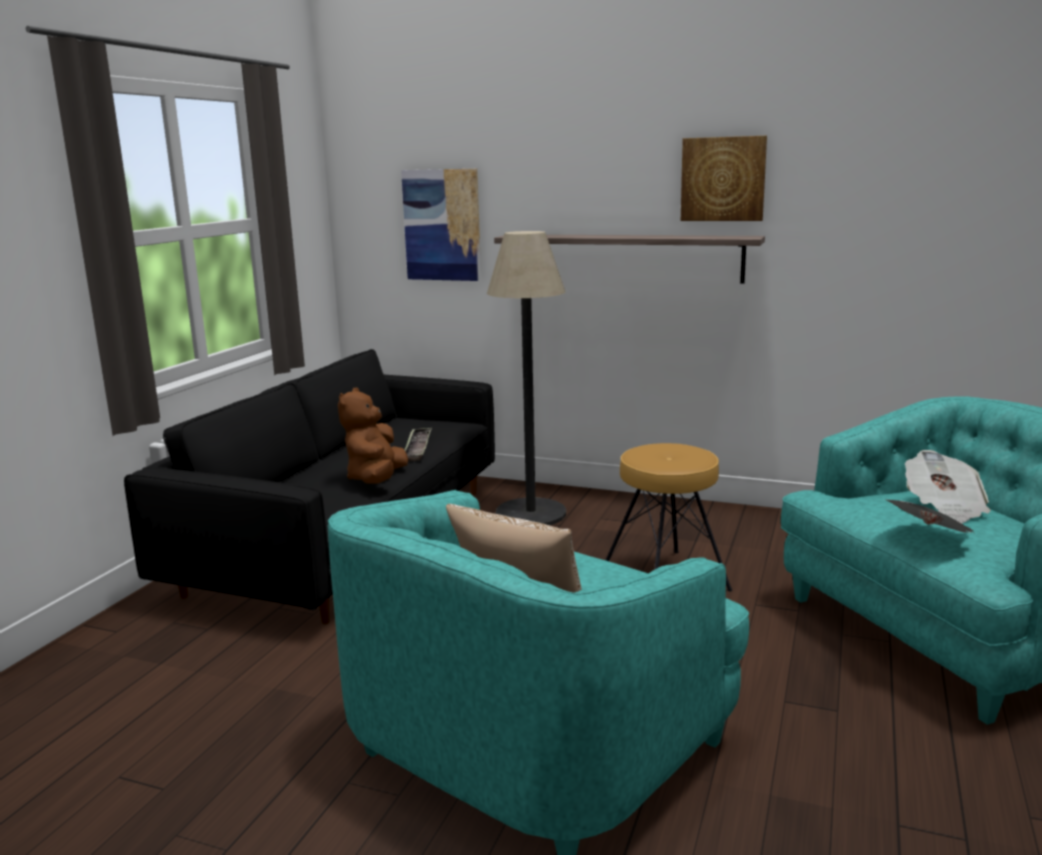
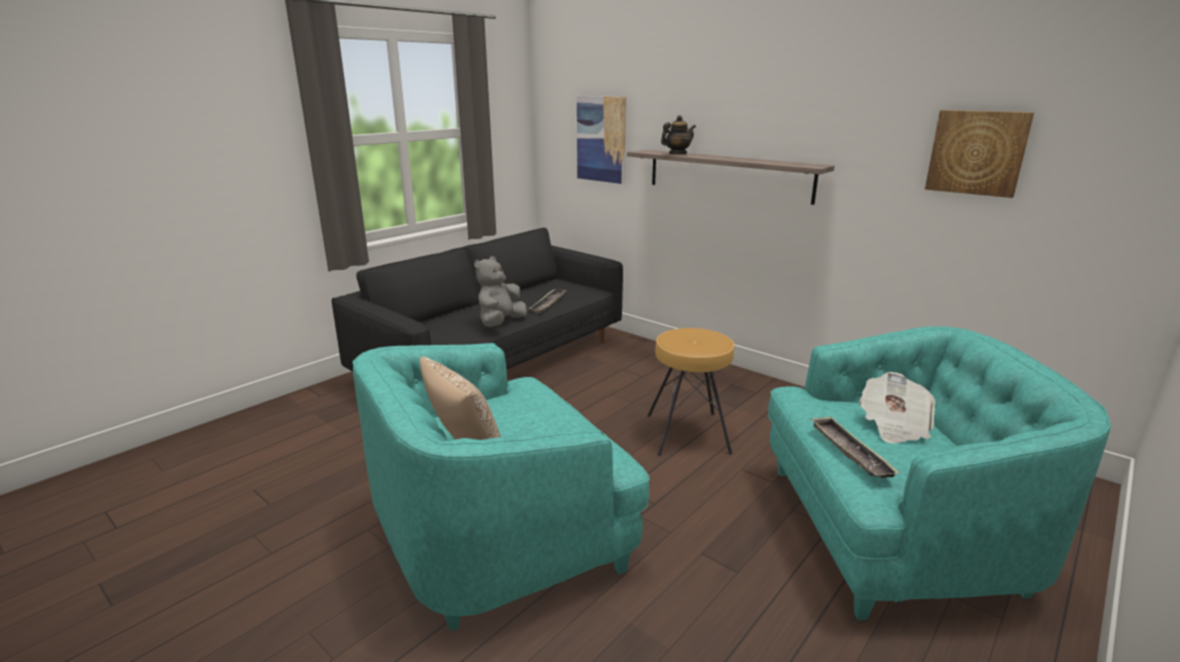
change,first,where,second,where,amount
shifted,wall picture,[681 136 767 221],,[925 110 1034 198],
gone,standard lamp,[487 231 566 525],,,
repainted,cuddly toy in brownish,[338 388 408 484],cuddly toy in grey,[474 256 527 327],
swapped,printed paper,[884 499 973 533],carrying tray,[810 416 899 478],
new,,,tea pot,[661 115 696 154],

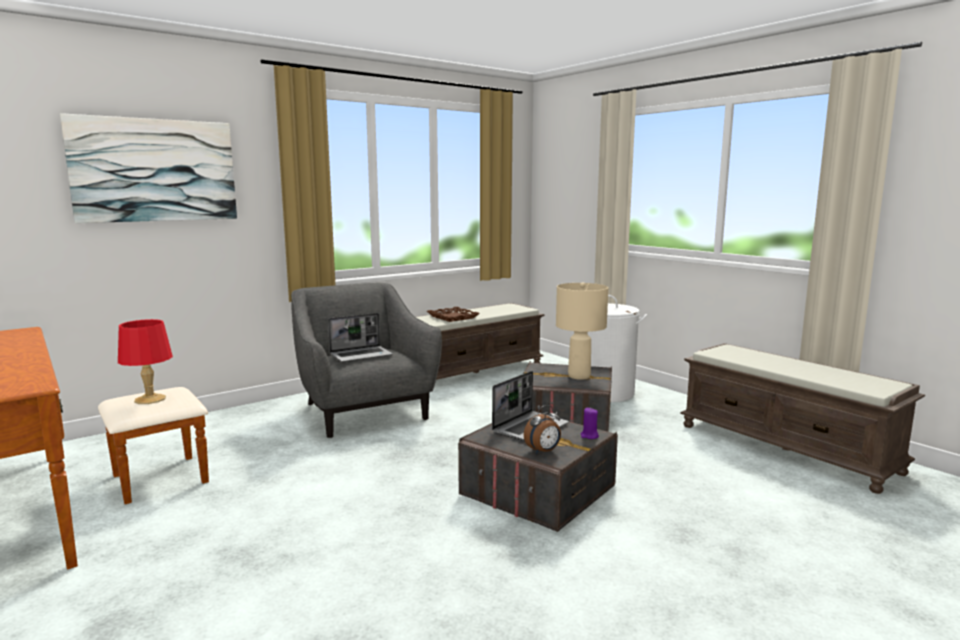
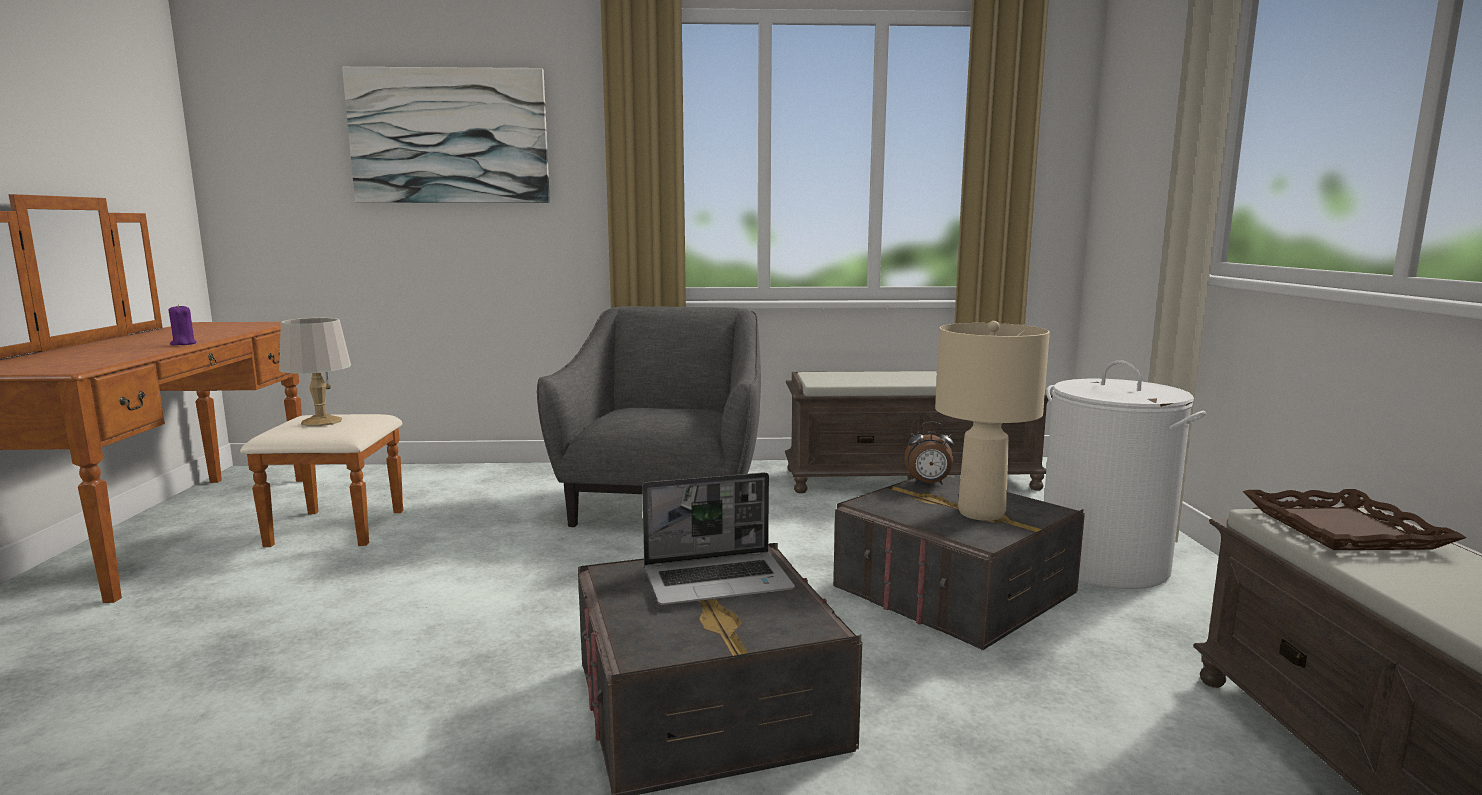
change,first,where,second,where,amount
shifted,carrying tray in brownish,[427 307 480 322],,[1242 489 1466 550],
gone,laptop,[328 313 393 362],,,
repainted,tabletop lamp in red,[118 319 173 404],tabletop lamp in grey,[279 318 351 426],
shifted,bedside clock,[524 405 561 454],,[904 422 954 485],
shifted,wax light in purplish,[581 408 599 439],,[168 304 197 345],

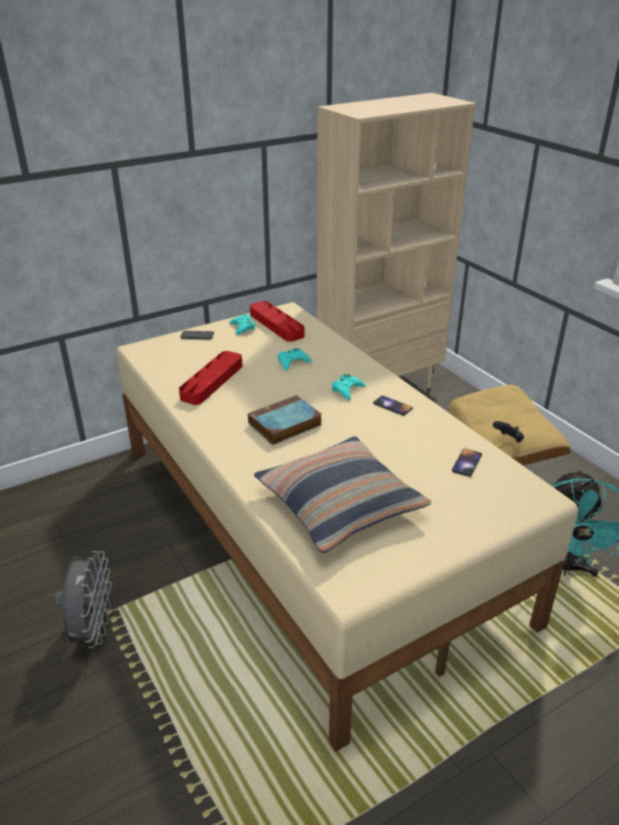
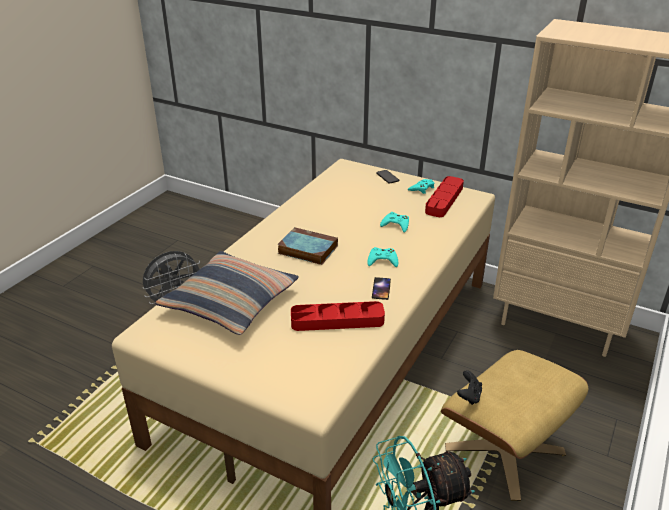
change,first,where,second,where,amount
shifted,carrying tray in red,[179 351 242 405],,[291 301 385 331],
gone,handset,[452 448 482 477],,,

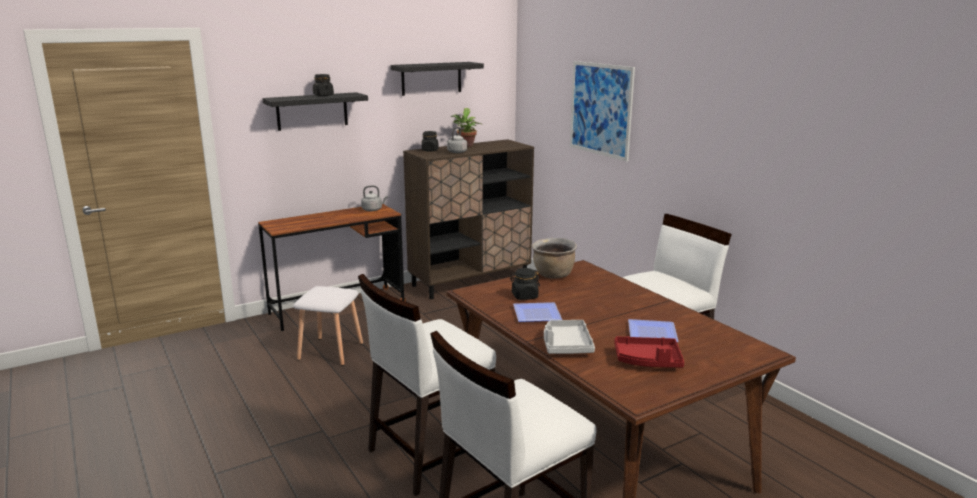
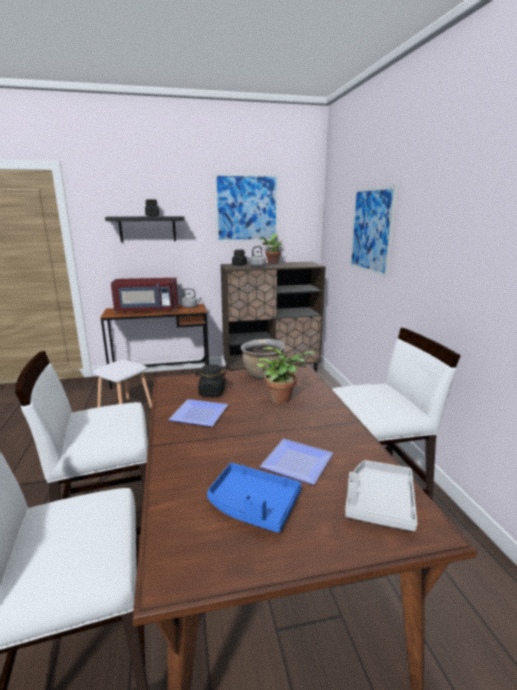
change,first,where,second,where,amount
swapped,shelf in black,[391 62 484 96],wall picture,[214 173 279 242],
shifted,carrying tray in grey,[544 320 595 354],,[345 460 417 531],
repainted,carrying tray in red,[614 336 684 368],carrying tray in blue-coloured,[207 463 301 533],
new,,,microwave oven in red,[111 278 178 313],
new,,,houseplant,[256 347 315 404],

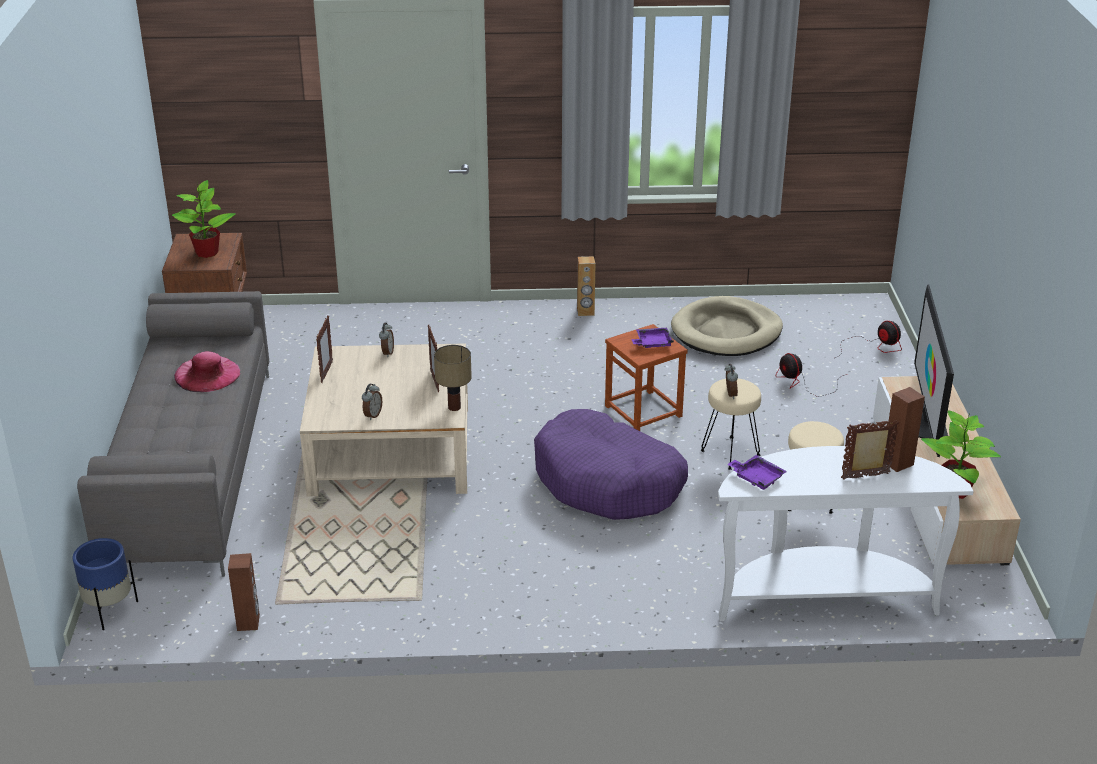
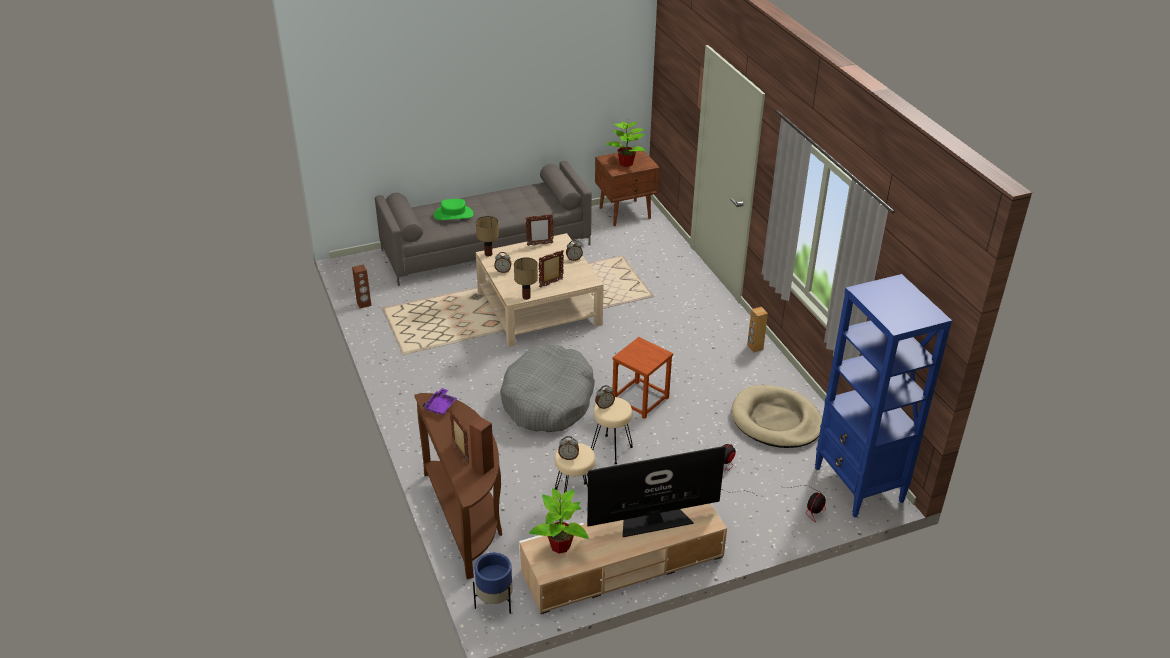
change,first,where,second,where,amount
gone,carrying tray in purplish,[631 328 674 348],,,
gone,wearable hat in pinkish,[174 351 240 392],,,
repainted,dog bed in purplish,[534 409 688 520],dog bed in grey,[500 345 595 432],
repainted,narrow table in white,[718 446 974 621],narrow table in brownish,[414 393 502 579],
shifted,flower pot in blue-coloured,[72 538 138 630],,[473 553 513 614],
new,,,wearable hat in green,[434 199 474 220],
new,,,tabletop lamp,[476 216 499 257],
new,,,bookcase in blue-coloured,[815 274 952 518],
new,,,bedside clock,[558 436 579 460],

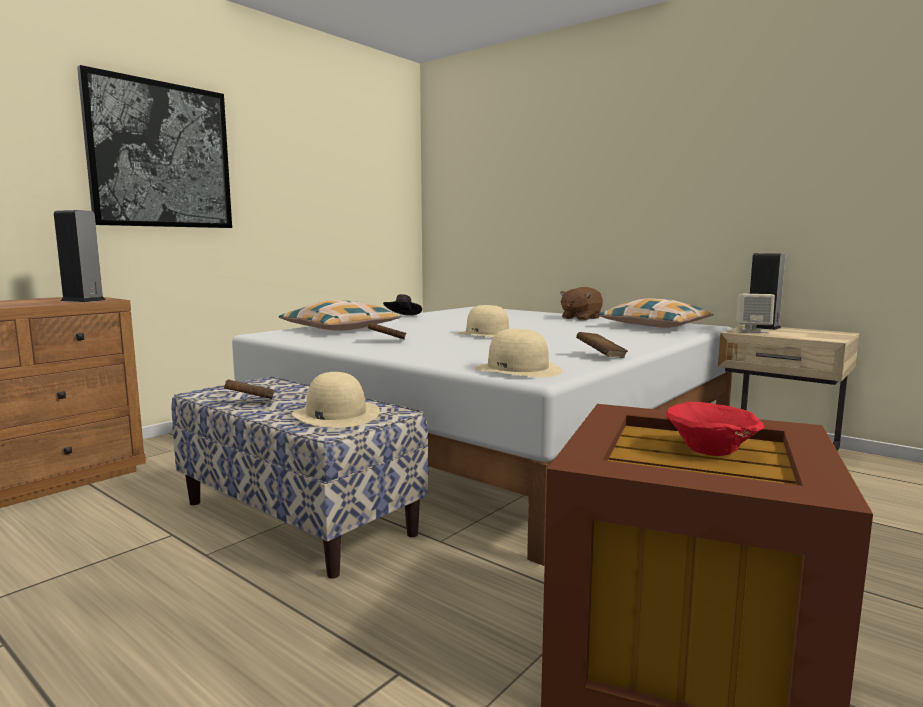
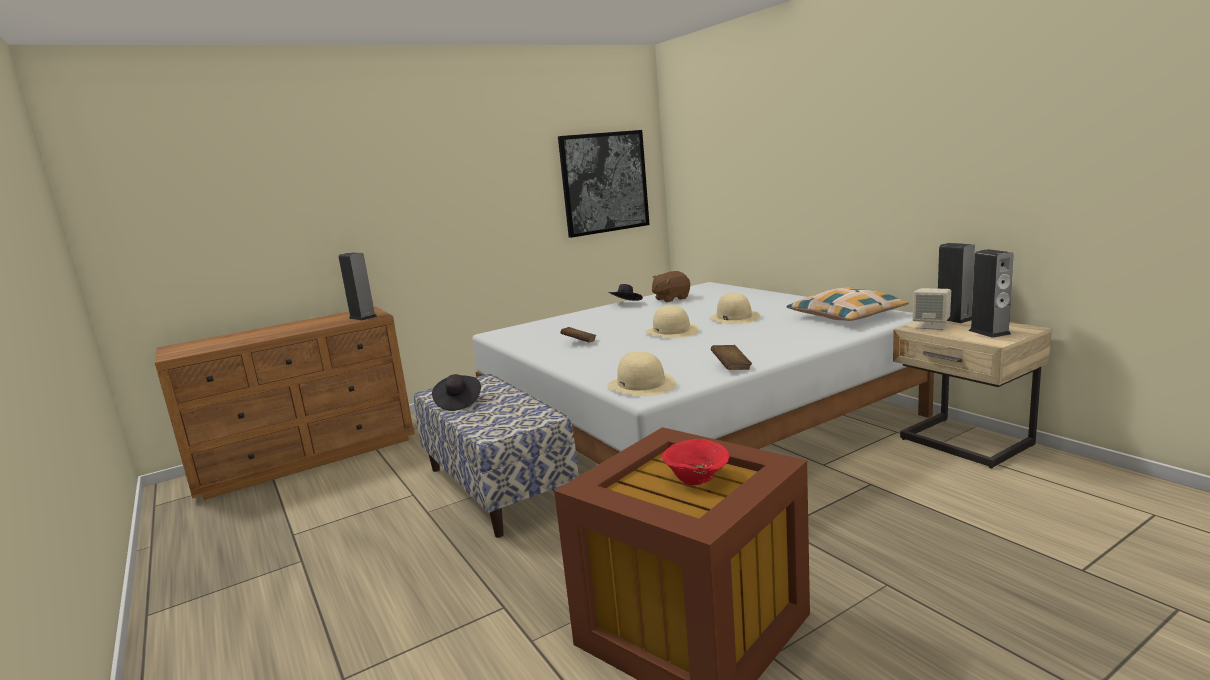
change,first,where,second,where,amount
shifted,wall picture,[77 65 232 228],,[558 130 650 238],
shifted,cuddly toy in brownish,[560 287 603 321],,[652 271 690 302],
gone,pillow,[279 300 400 331],,,
shifted,wearable hat in beige-coloured,[292 372 380 428],,[709 293 760 324],
swapped,book in brownish,[224 380 274 399],wearable hat in black,[432 374 481 411],
new,,,speaker,[968 249 1013 338],

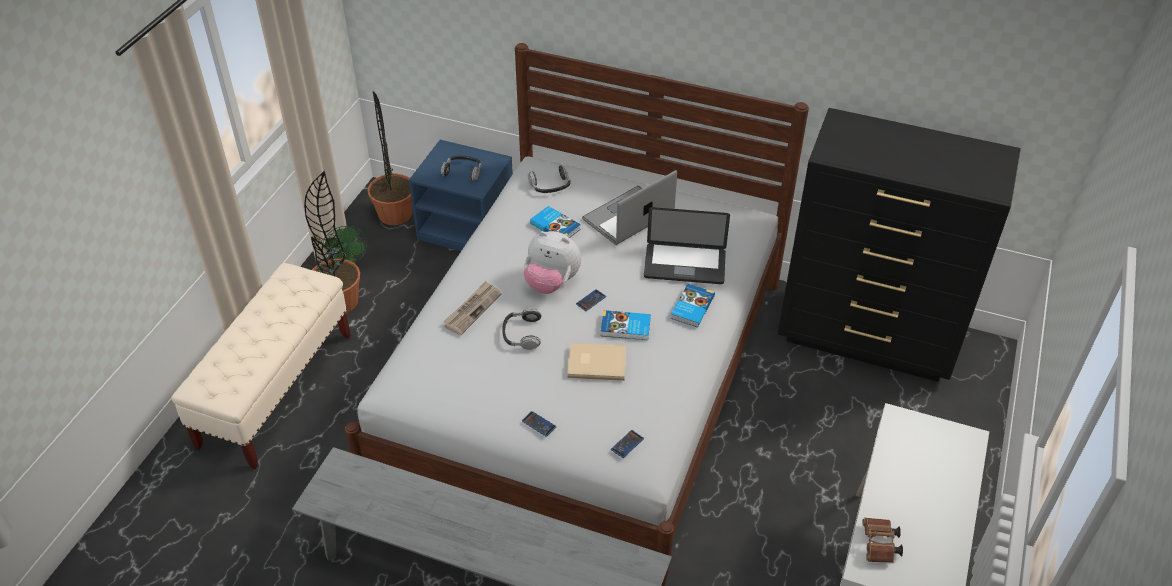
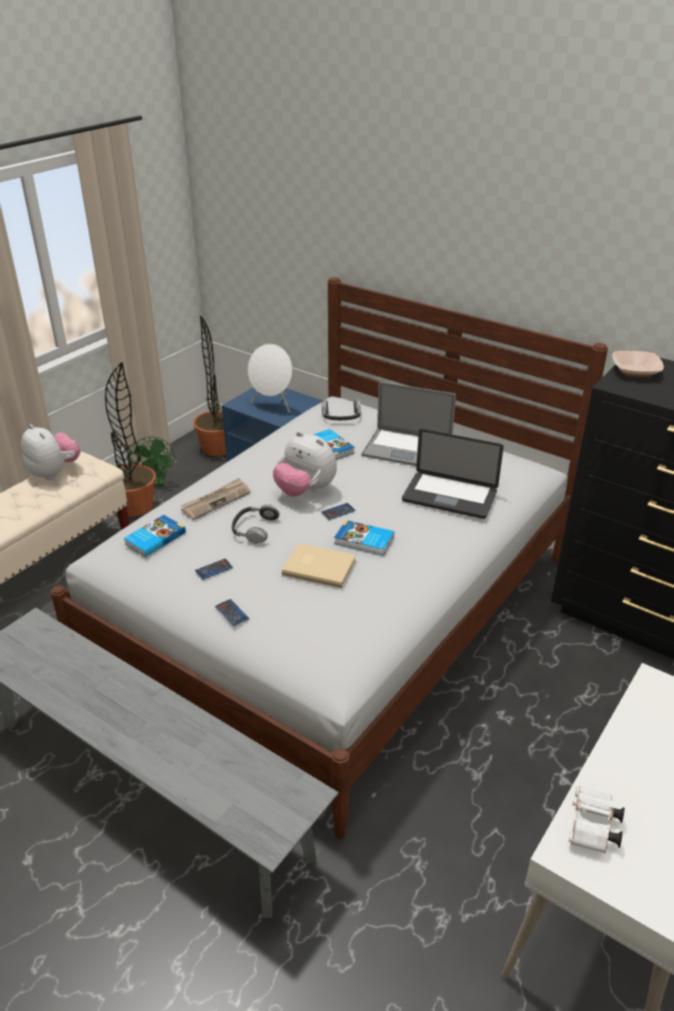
change,first,where,second,where,amount
swapped,pair of headphones,[441 156 482 181],speaker in white,[248 344 292 413],
rotated,laptop,[582 170 677 245],,[362 382 456 466],135 degrees counterclockwise
shifted,book,[670 284 715 327],,[124 515 186 557],
shifted,handset,[611 430 644 458],,[195 559 233 580],
repainted,binoculars in brownish,[863 518 903 563],binoculars in white,[569 786 625 853],
new,,,deep dish,[612 351 664 377],
new,,,cuddly toy,[21 424 80 480],

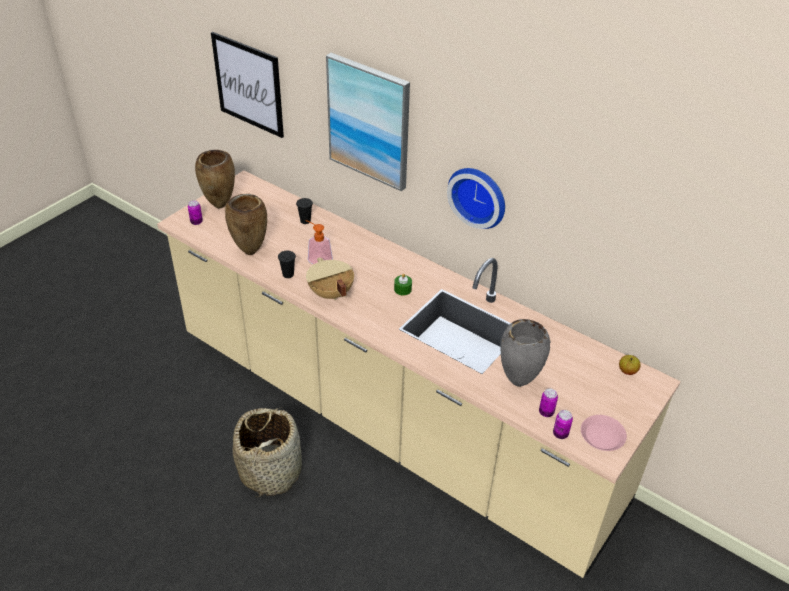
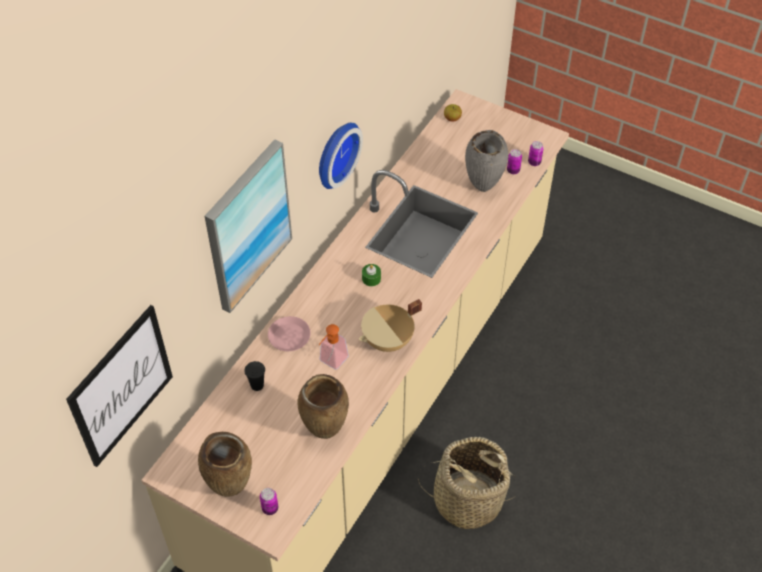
change,first,where,second,where,amount
gone,small cup in black,[278 251 296 278],,,
shifted,plate in pinkish,[581 415 627 451],,[268 316 311 351],

